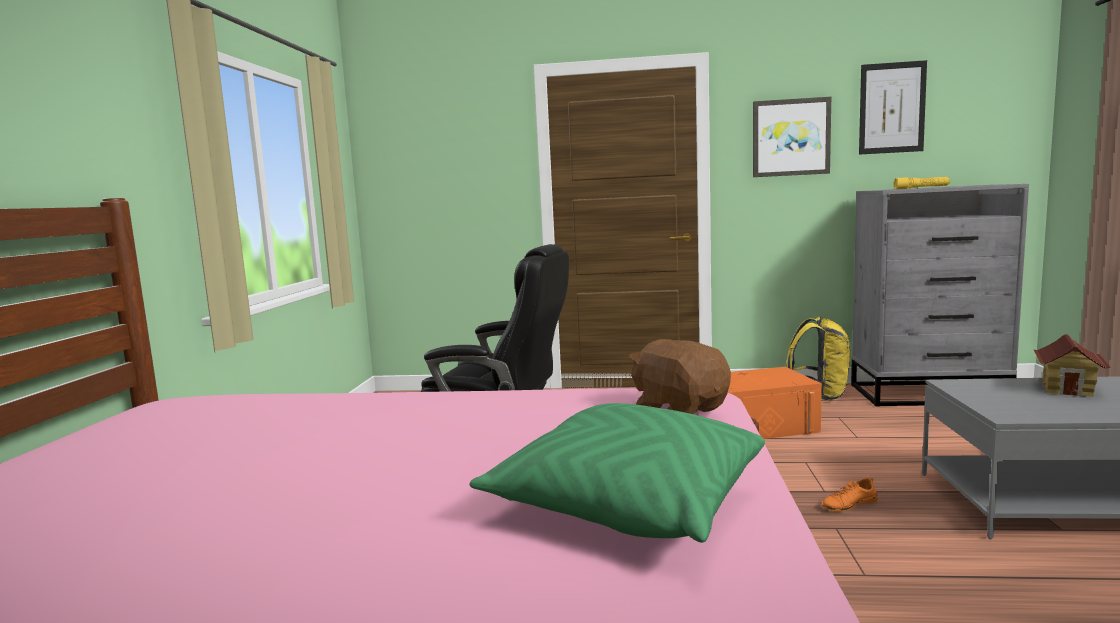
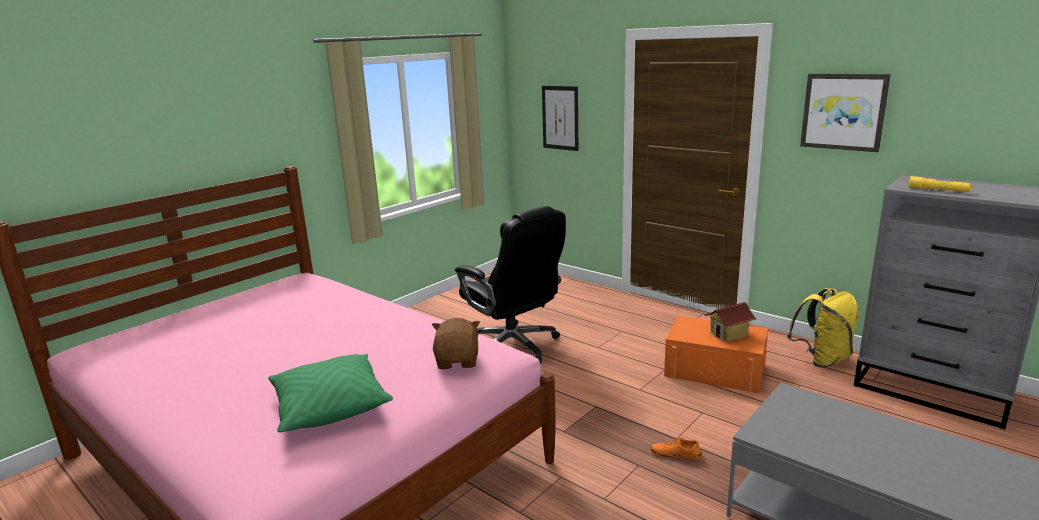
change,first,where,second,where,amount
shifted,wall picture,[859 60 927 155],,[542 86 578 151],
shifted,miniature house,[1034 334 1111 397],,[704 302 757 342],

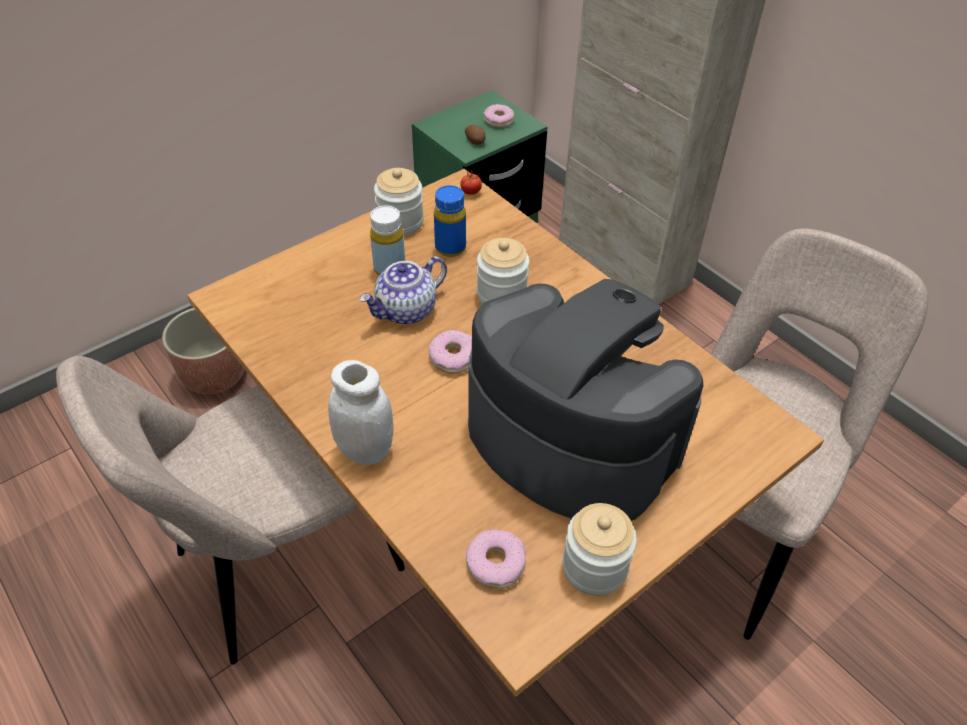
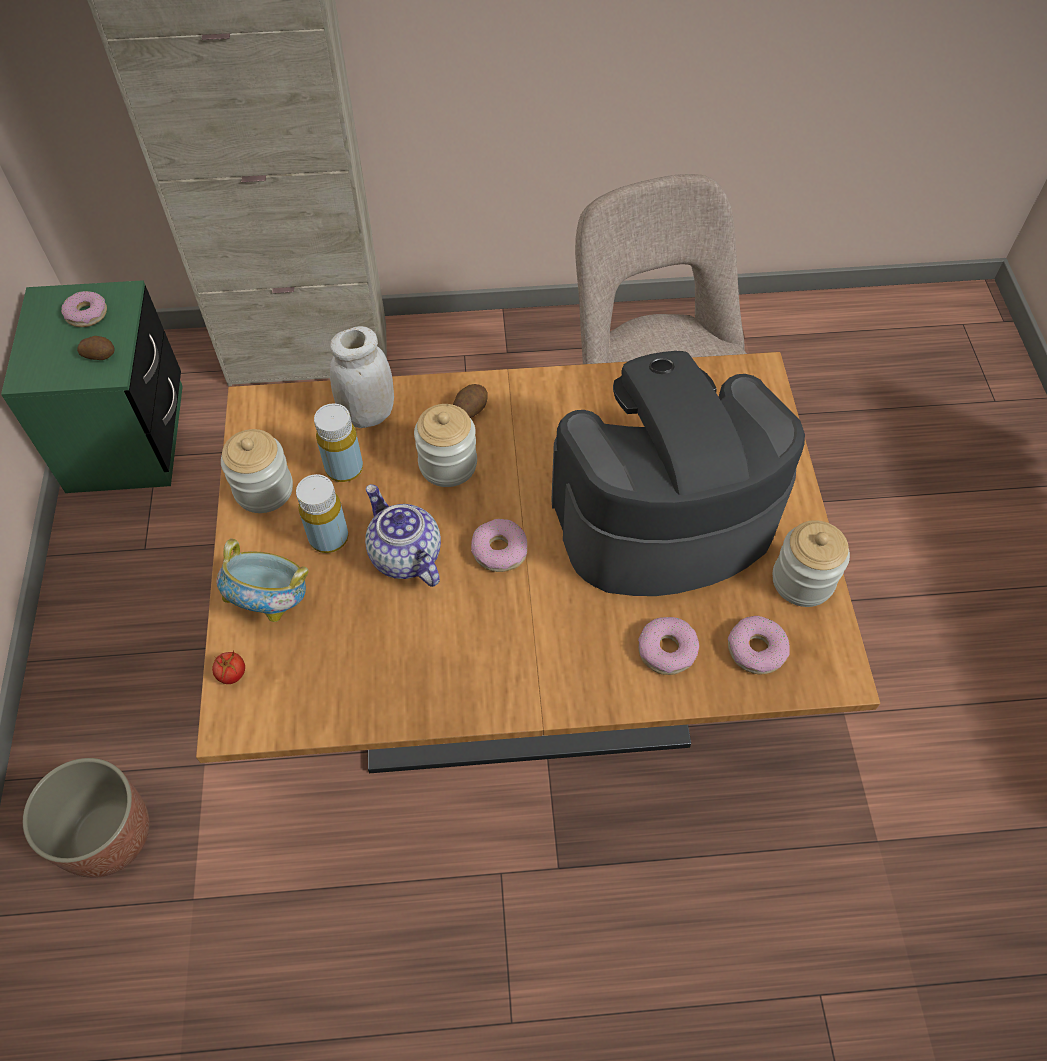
change,first,where,second,where,amount
shifted,whole tomato,[460 168 482 195],,[212 650 245 684],
repainted,beverage bottle in blue-coloured,[434 185 466 257],beverage bottle in yellow-coloured,[314 403 363 482],
rotated,tea pot,[360 256 447 324],,[365 484 441 587],150 degrees clockwise
gone,upright chair in beige-coloured,[56 356 405 664],,,
shifted,preserve jar in white,[328 360 394 465],,[330 326 394 428],
new,,,spud,[453 384 488 418],
new,,,deep dish,[216 539 309 622],
new,,,doughnut,[638 617 699 675],

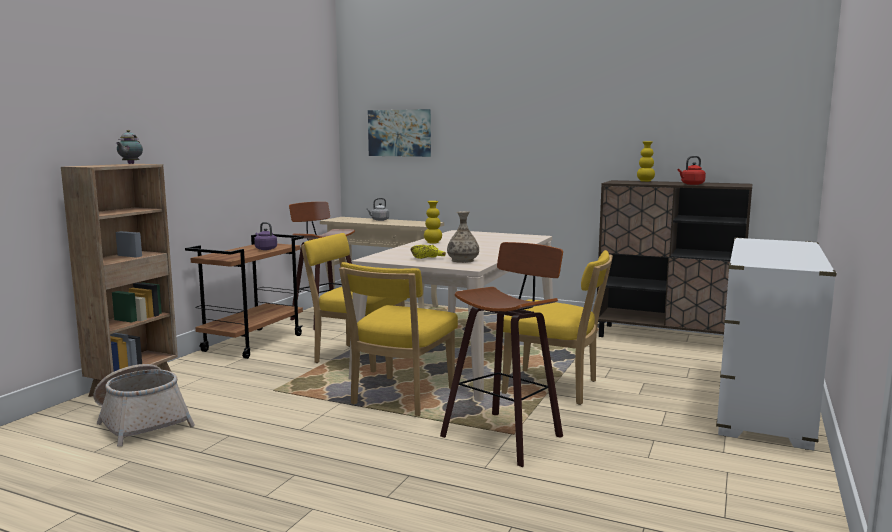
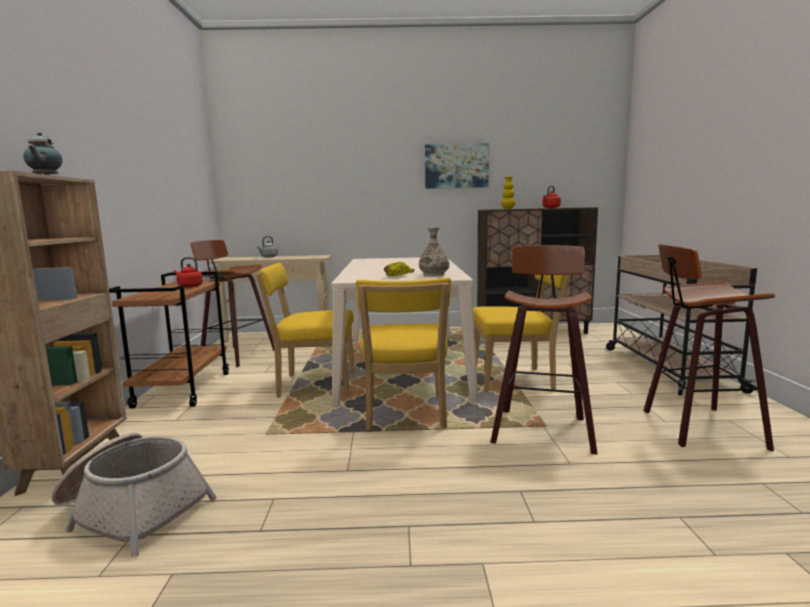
change,first,where,second,where,amount
shifted,wall picture,[368 109 431 157],,[425 143 489 189],
gone,flower vase in yellow-coloured,[424 201 442 244],,,
repainted,kettle in purplish,[254 222 277 250],kettle in red,[174 257 203 288],
swapped,drawer chest in white,[716 237 837 450],trolley in beige-coloured,[606 255 757 396],
new,,,sitting stool,[643 244 775 451],

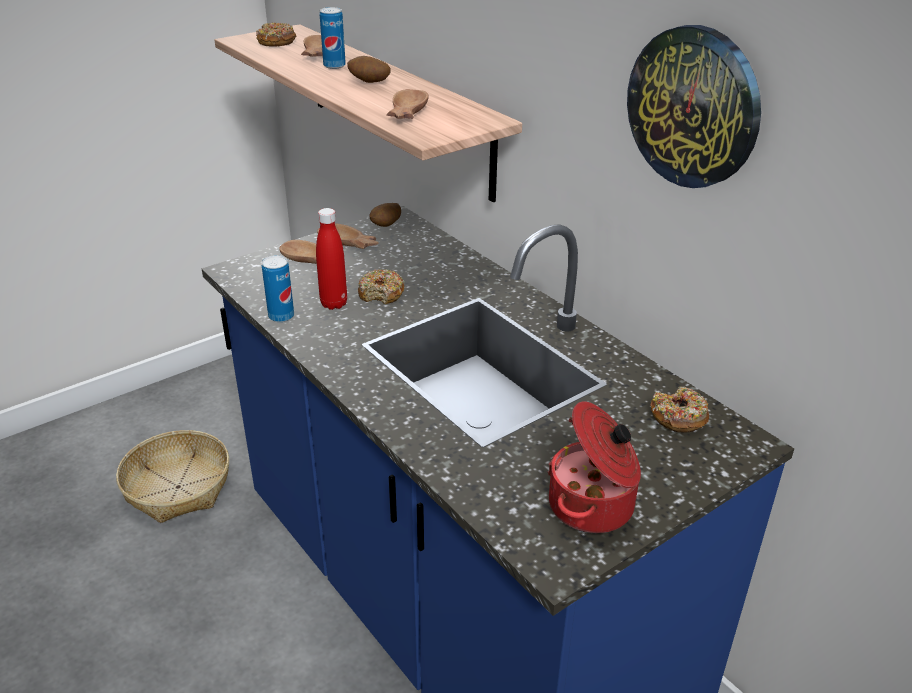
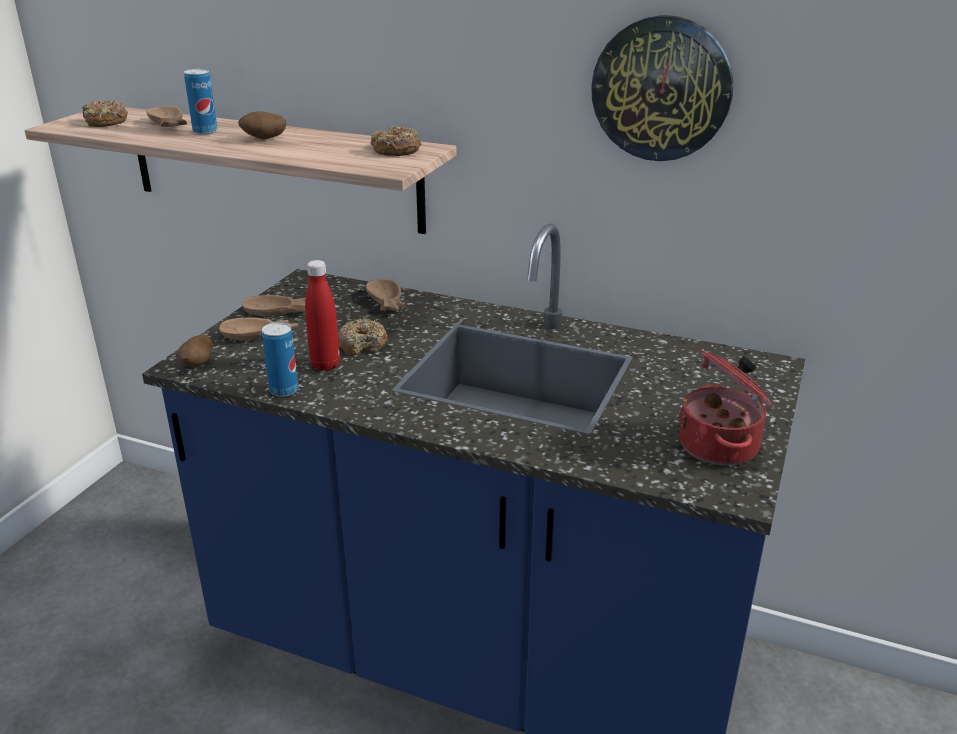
change,first,where,second,where,amount
shifted,deep dish in brownish,[386 89 428 119],,[366 279 406 311],
shifted,spud,[369 203 401 227],,[178 334 213 367],
shifted,doughnut,[650 386 709 433],,[371 126 421 156],
gone,storage basket,[116 430 229 523],,,

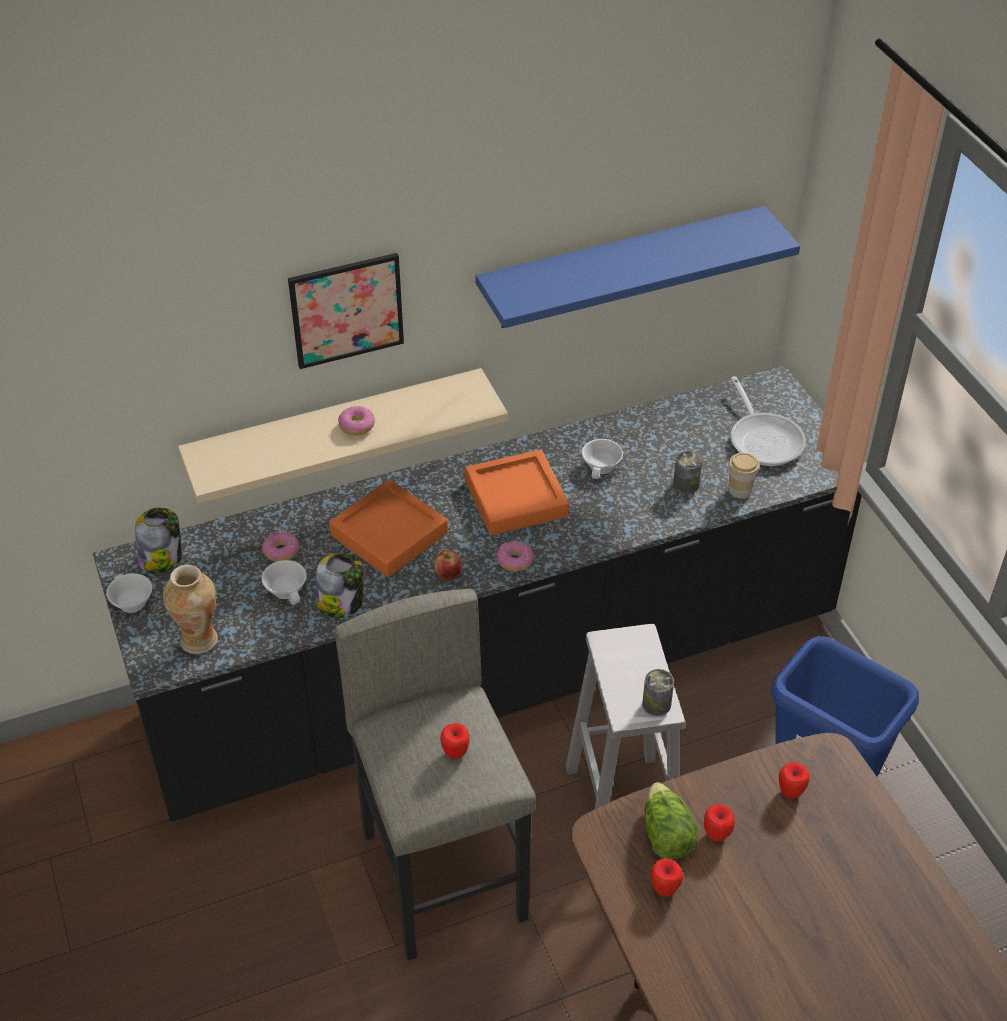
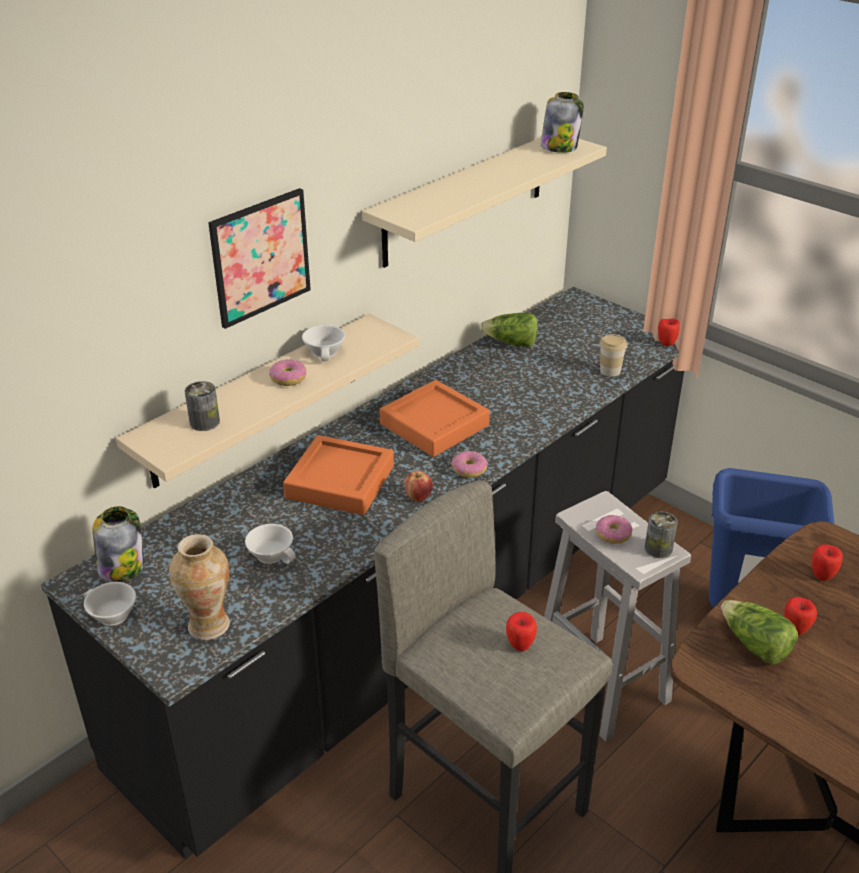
change,first,where,second,where,amount
repainted,shelf in blue-coloured,[476 206 800 328],shelf in beige-coloured,[362 137 607 268],
gone,pan,[730 376 806 466],,,
shifted,small cup in white,[582 439 623 479],,[302 325 345 361],
shifted,metal can,[673 451 702 494],,[185 381 220 431],
shifted,doughnut,[262 532 299 562],,[596 515 633 544],
shifted,preserve jar,[316 553 363 618],,[541 92 584 153],
shifted,whole apple,[651 859 683 897],,[658 318 680 346],
new,,,head of lettuce,[479 313 538 347],

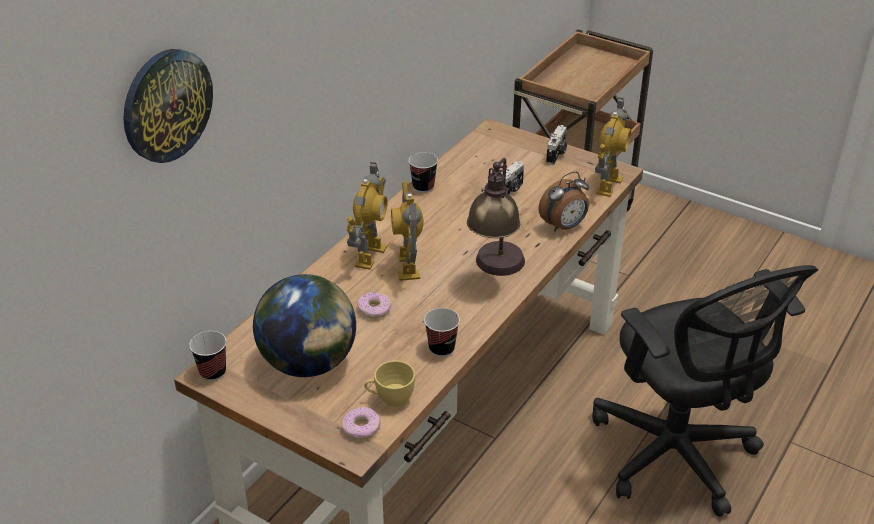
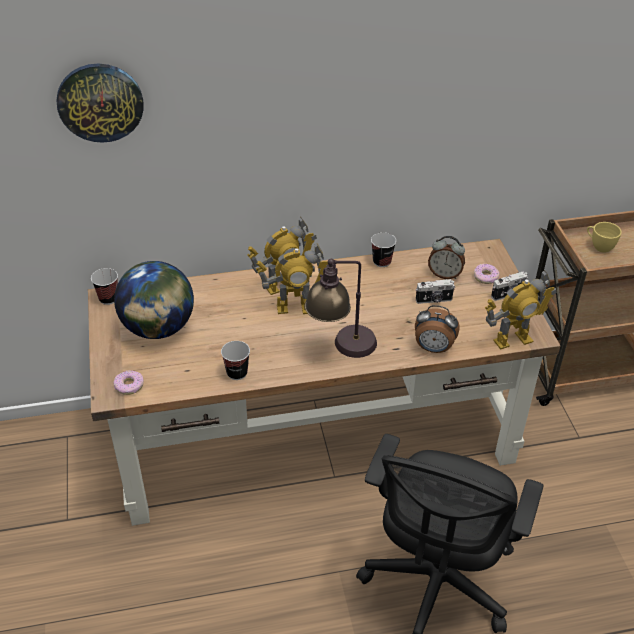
change,first,where,second,where,amount
rotated,toy robot,[391 181 424 281],,[256 243 328 314],135 degrees counterclockwise
shifted,doughnut,[357 292 391 319],,[474 264 499 284],
shifted,small cup in yellow-coloured,[364 361 415 407],,[587 222 622 253],
new,,,bedside clock,[428 236 465 279],

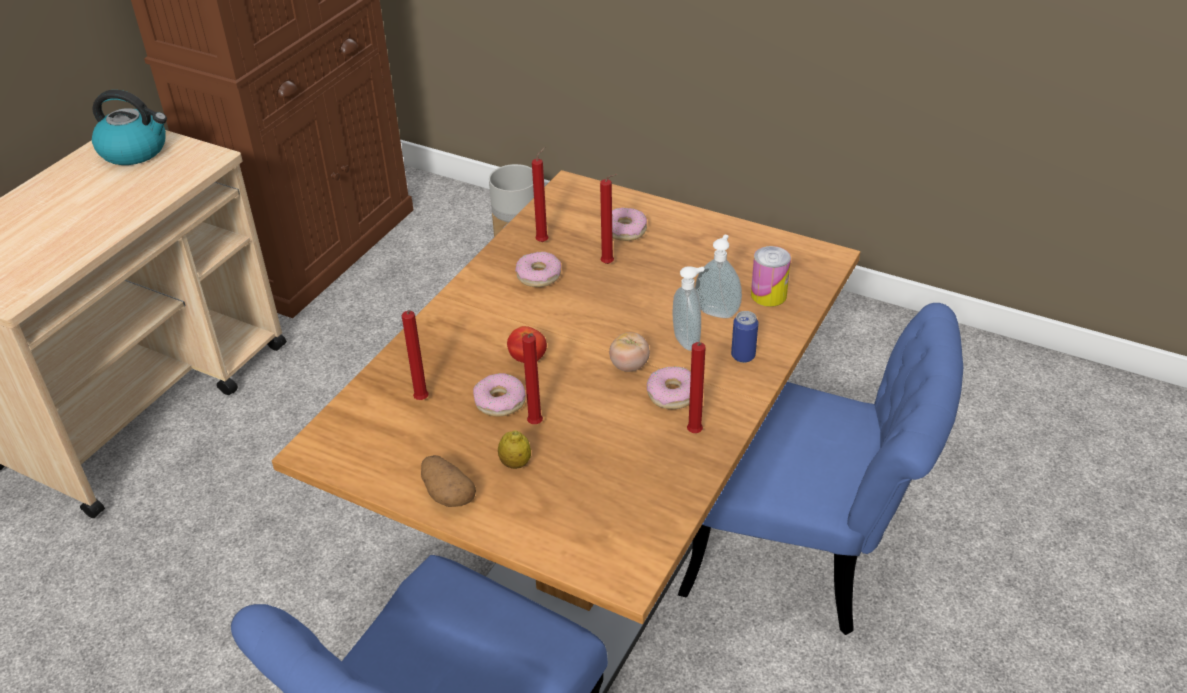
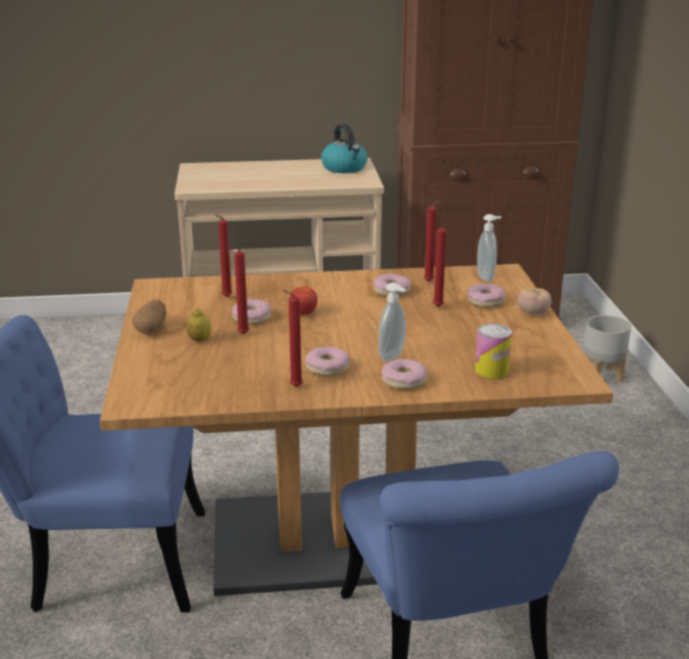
change,first,where,second,where,amount
shifted,soap dispenser,[695 235 742 318],,[477 214 502 282],
swapped,metal can,[731 311 758 363],doughnut,[381 359 427 390],
shifted,whole tomato,[609 332 650 372],,[518 288 552 315],

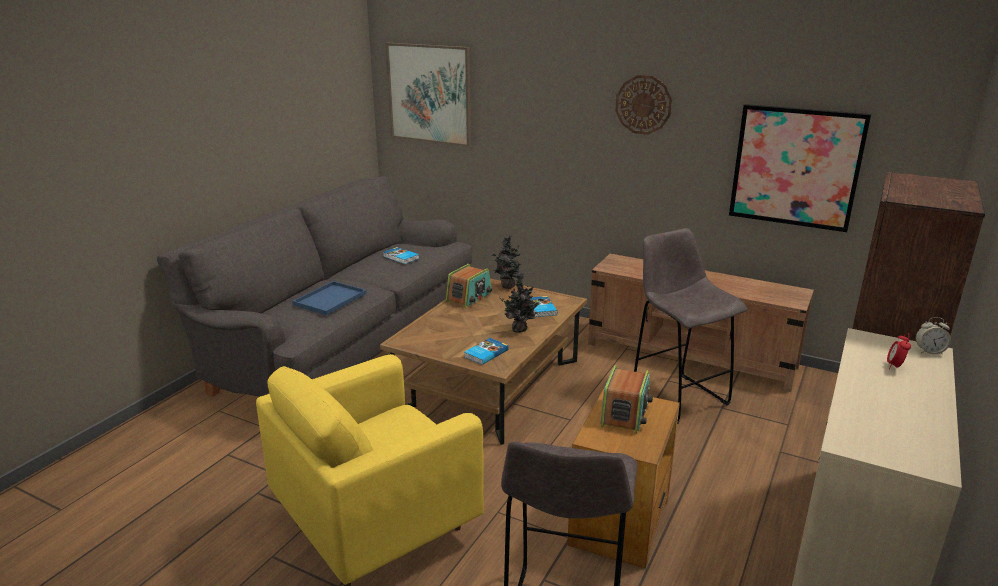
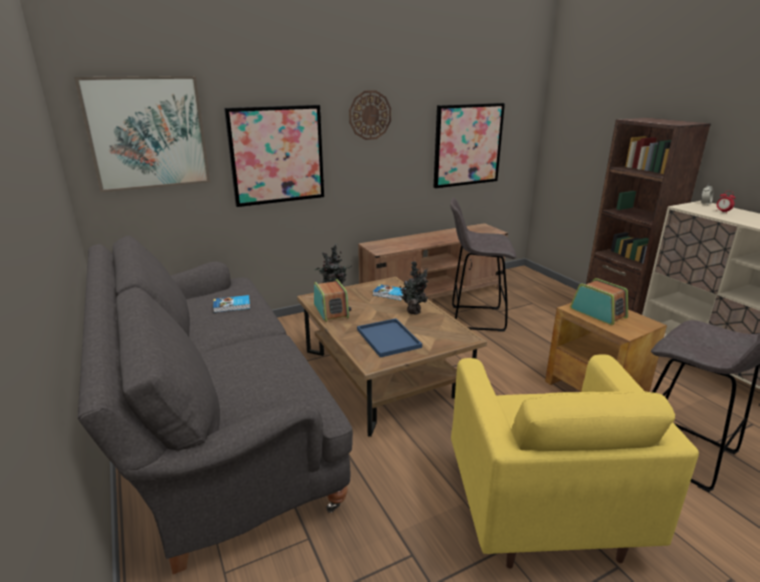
change,first,where,second,where,amount
shifted,carrying tray in blue-coloured,[292 281 367 315],,[357 318 422 358],
gone,book,[464 338 509 365],,,
new,,,wall picture,[224 105 324 207],

